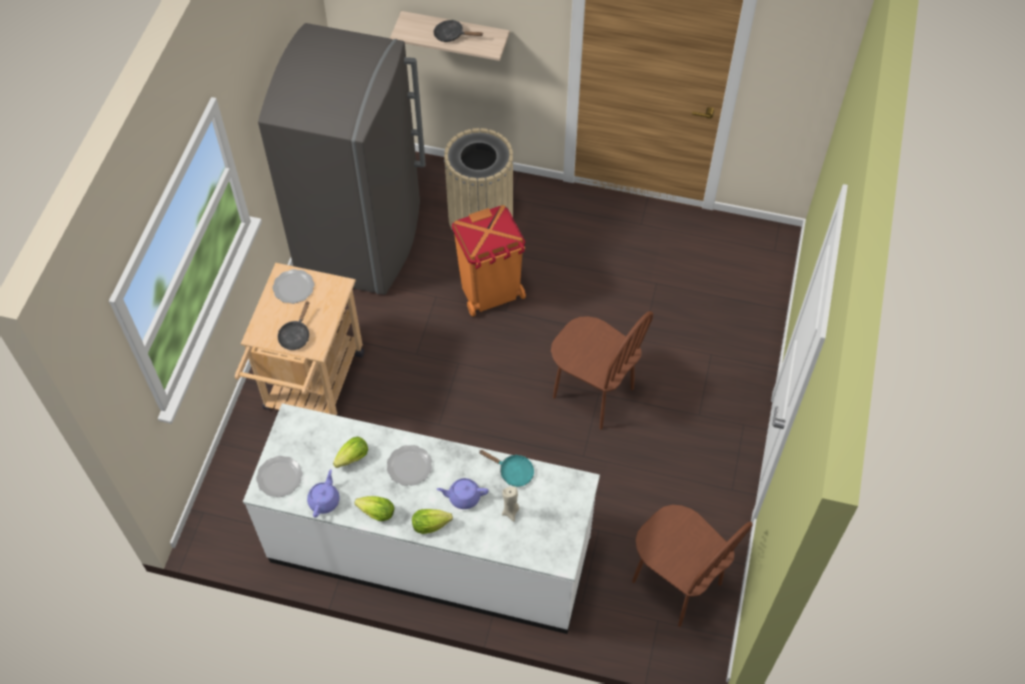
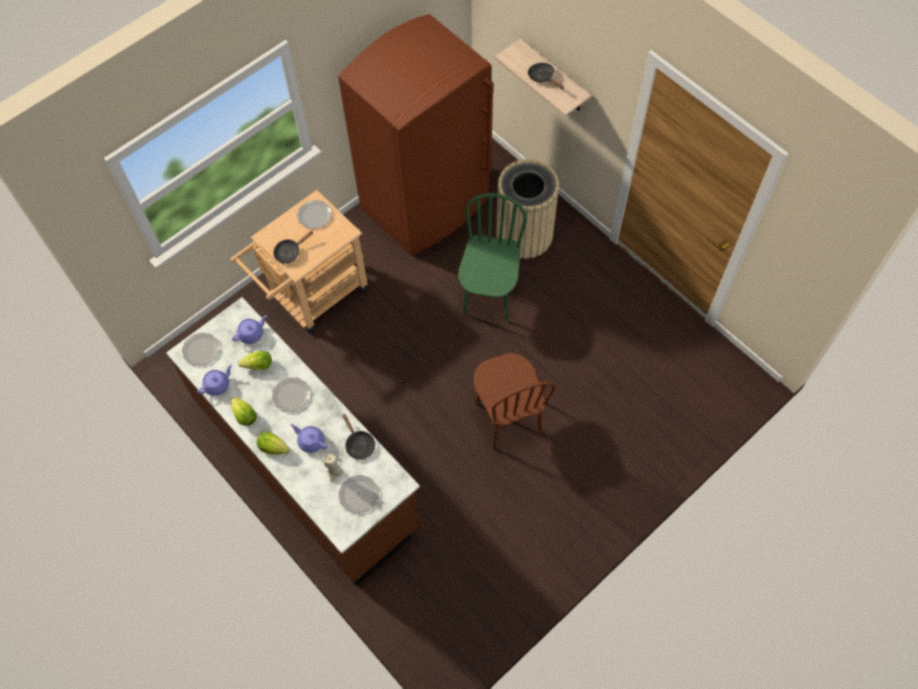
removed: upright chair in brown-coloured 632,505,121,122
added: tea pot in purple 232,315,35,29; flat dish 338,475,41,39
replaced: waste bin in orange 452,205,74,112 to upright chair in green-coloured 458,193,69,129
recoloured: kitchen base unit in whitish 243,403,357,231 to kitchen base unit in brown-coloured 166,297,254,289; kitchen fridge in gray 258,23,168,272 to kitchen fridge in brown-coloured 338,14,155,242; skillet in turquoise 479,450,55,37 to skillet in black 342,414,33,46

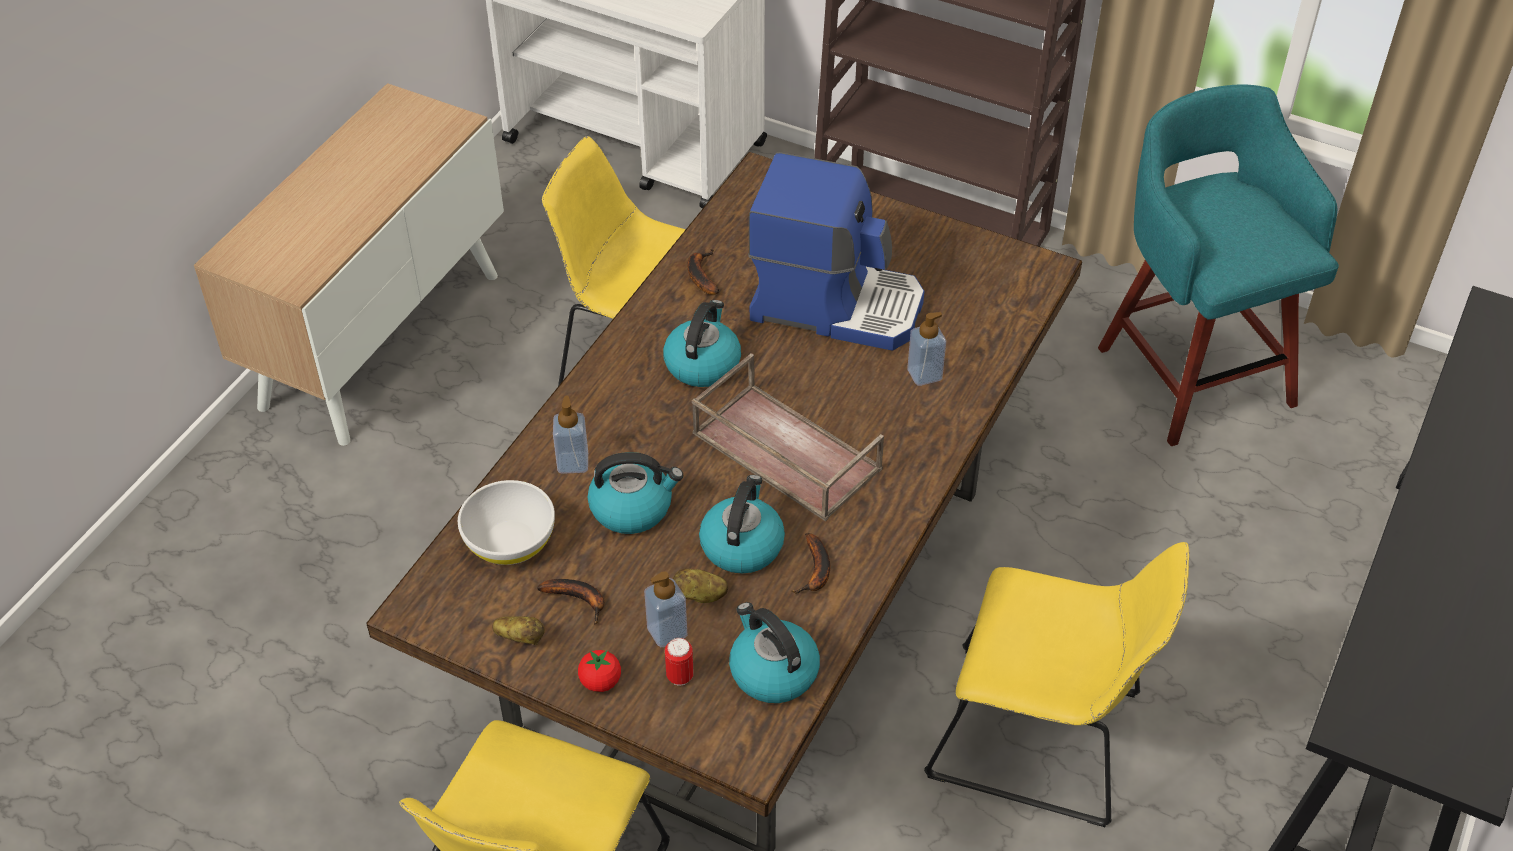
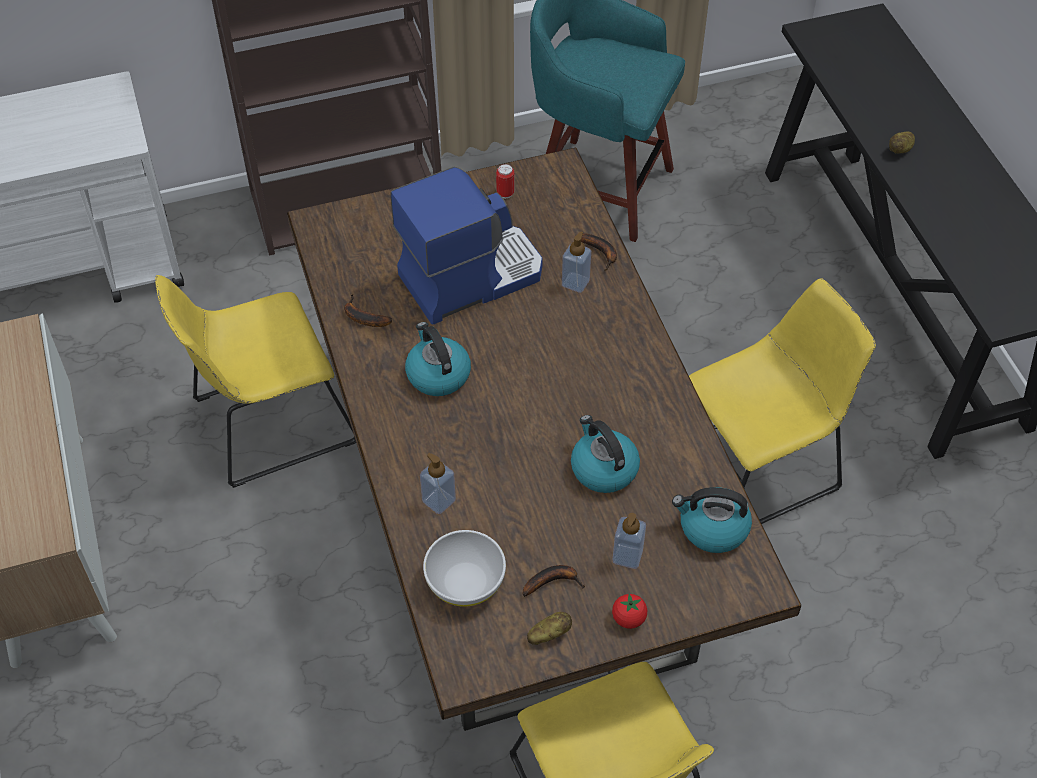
removed: tea kettle 588,452,95,82; tray in brown-coloured 692,353,192,168
moved: can 665,638,29,48 to 496,164,19,34; potato 673,568,55,35 to 889,132,26,22; banana 791,533,39,61 to 581,233,36,38

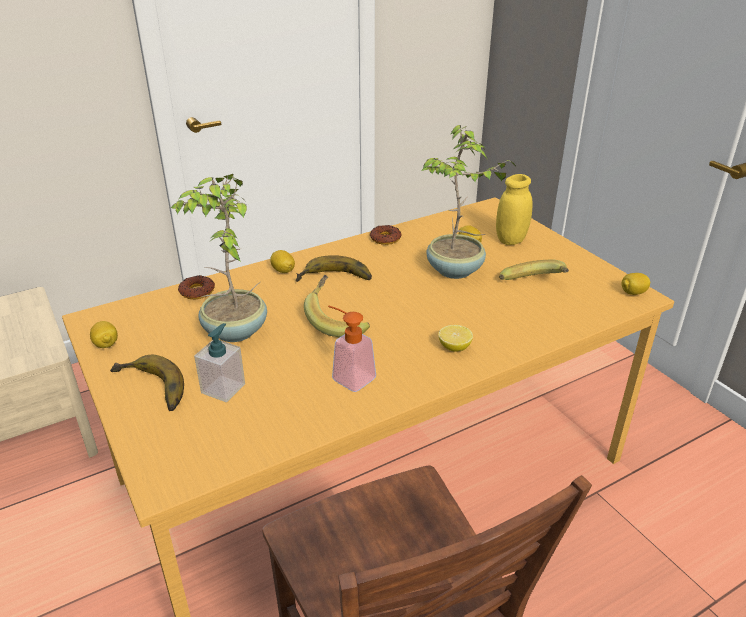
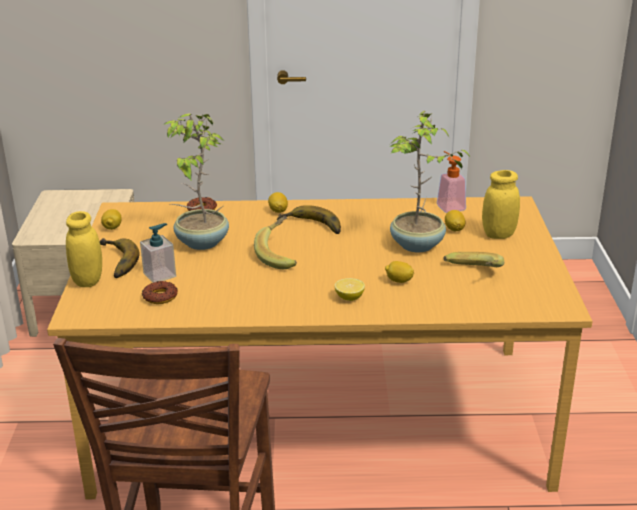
added: storage jar in yellowish 66,211,36,76
moved: liquid soap bottle 328,306,48,86 to 437,151,29,62; donut 370,225,31,20 to 142,281,36,23; citrus fruit 622,273,28,22 to 385,261,29,22

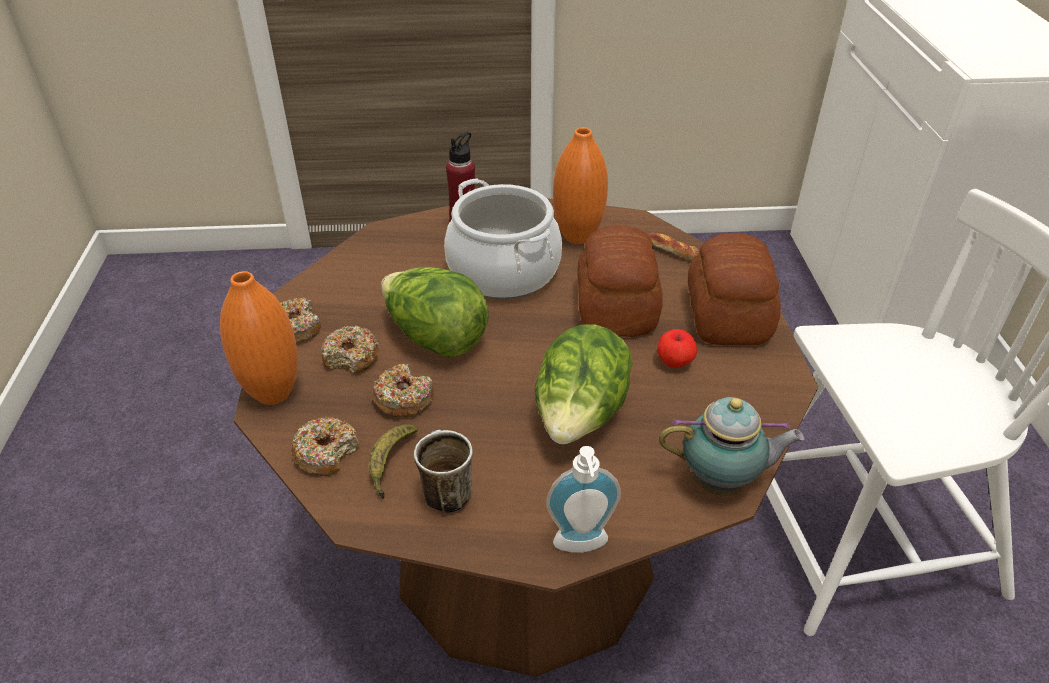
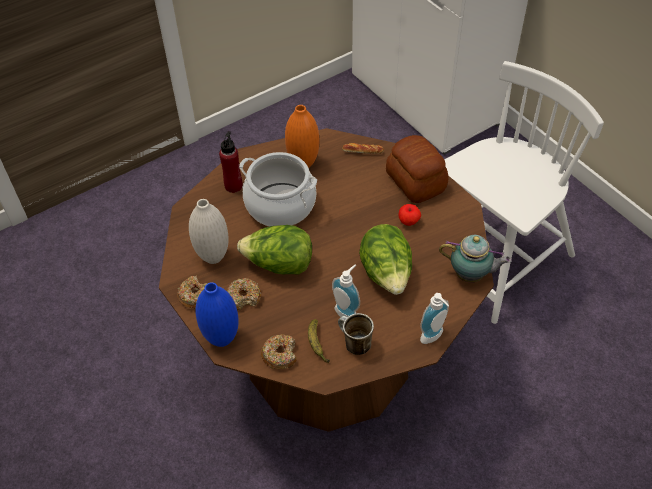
removed: donut 372,364,62,54; baked bread 578,226,84,111
added: flower vase in whitish 189,199,40,65; liquid soap bottle 332,264,28,53
recoloured: flower vase in orange 220,271,78,134 to flower vase in bluish 195,282,44,65
turned: tea pot 659,397,145,98 = 439,235,72,48 45 degrees clockwise

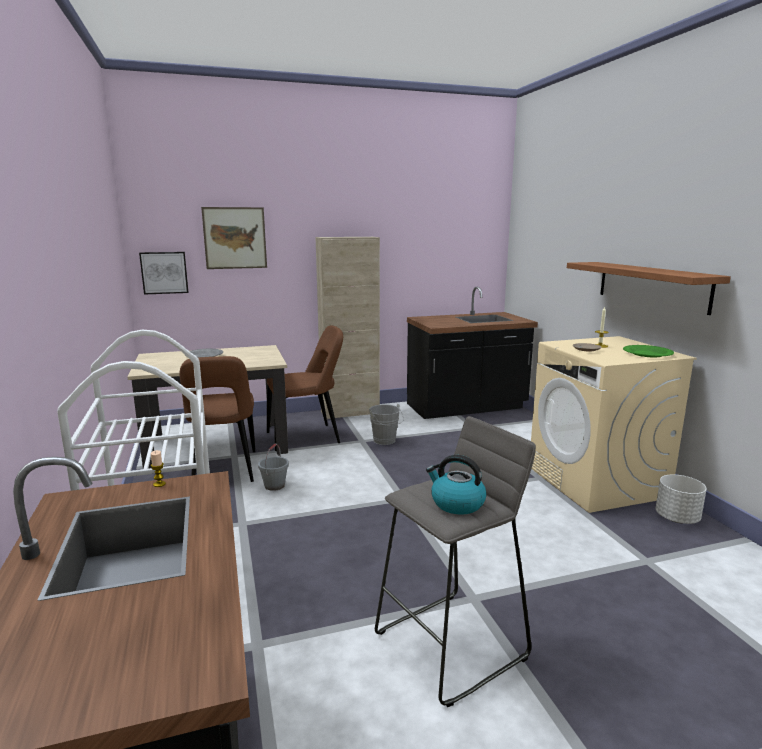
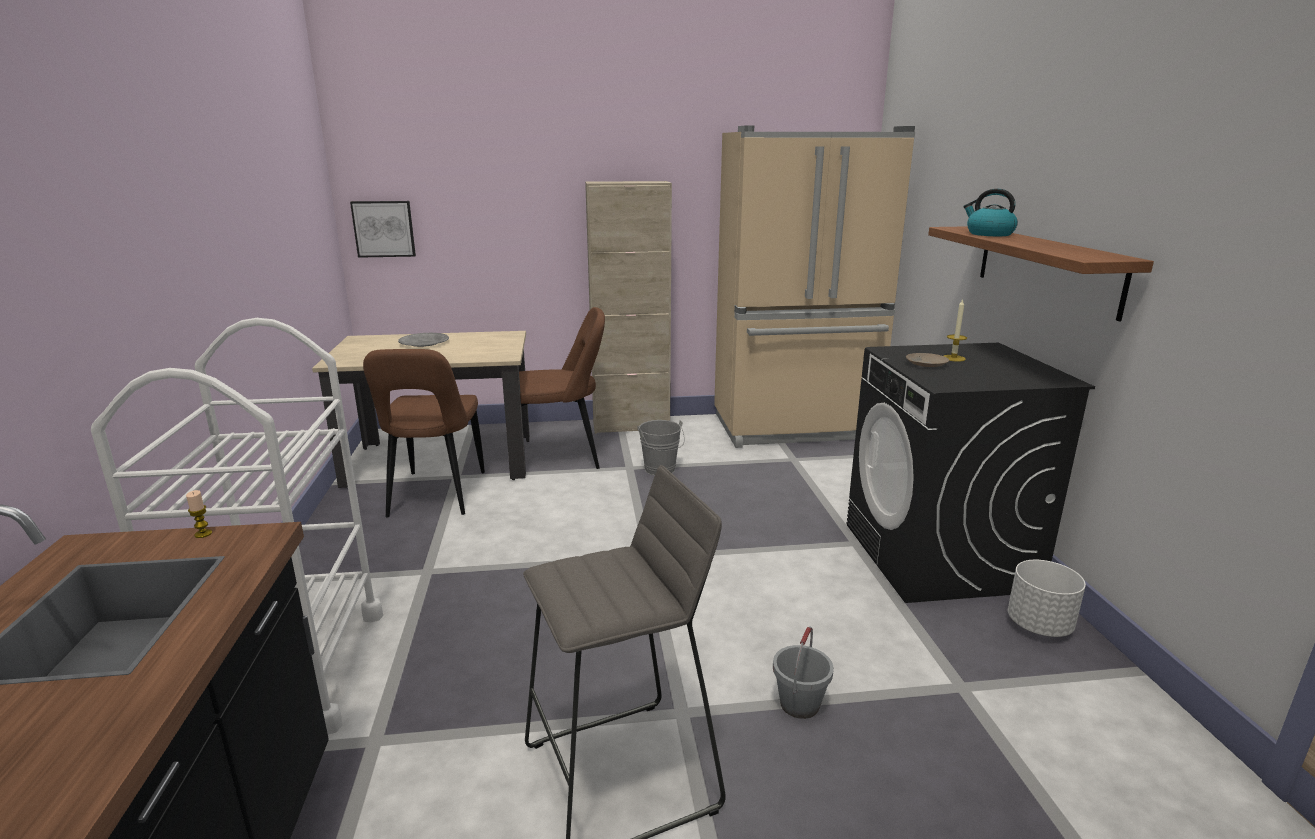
removed: wall picture 201,207,66,62; flat dish in green-coloured 623,345,51,12
moved: water bucket in gray 258,444,31,47 to 773,626,61,93; tea kettle 426,455,61,60 to 963,189,55,47
replaced: kitchen base unit in black 407,287,131,132 to kitchen fridge in beige 714,125,201,323
recoloured: washing machine in beige 531,336,166,177 to washing machine in black 846,343,249,260

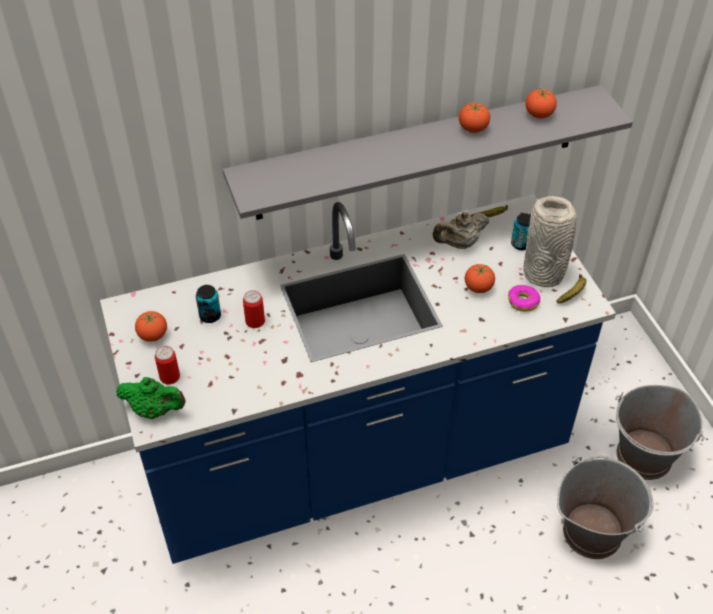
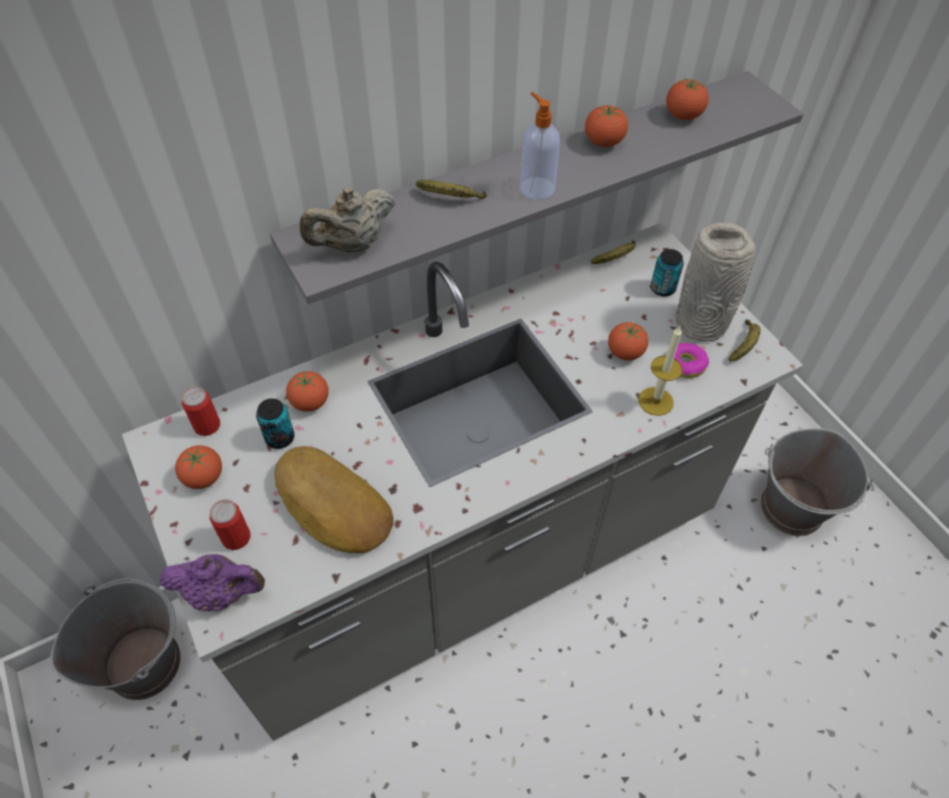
added: baked bread 274,446,119,107; whole tomato 286,371,43,41; banana 416,180,71,19; liquid soap bottle 520,92,40,108; wax light 638,326,44,90
moved: can 243,290,22,38 to 182,386,38,50; tea pot in beige 433,212,56,37 to 300,188,95,64; water bucket in gray 557,456,97,103 to 50,578,131,122
recoloured: kitchen base unit in bluish 100,194,516,370 to kitchen base unit in gray 122,223,681,518; tea pot in green-coloured 116,377,70,42 to tea pot in purple 159,554,106,58

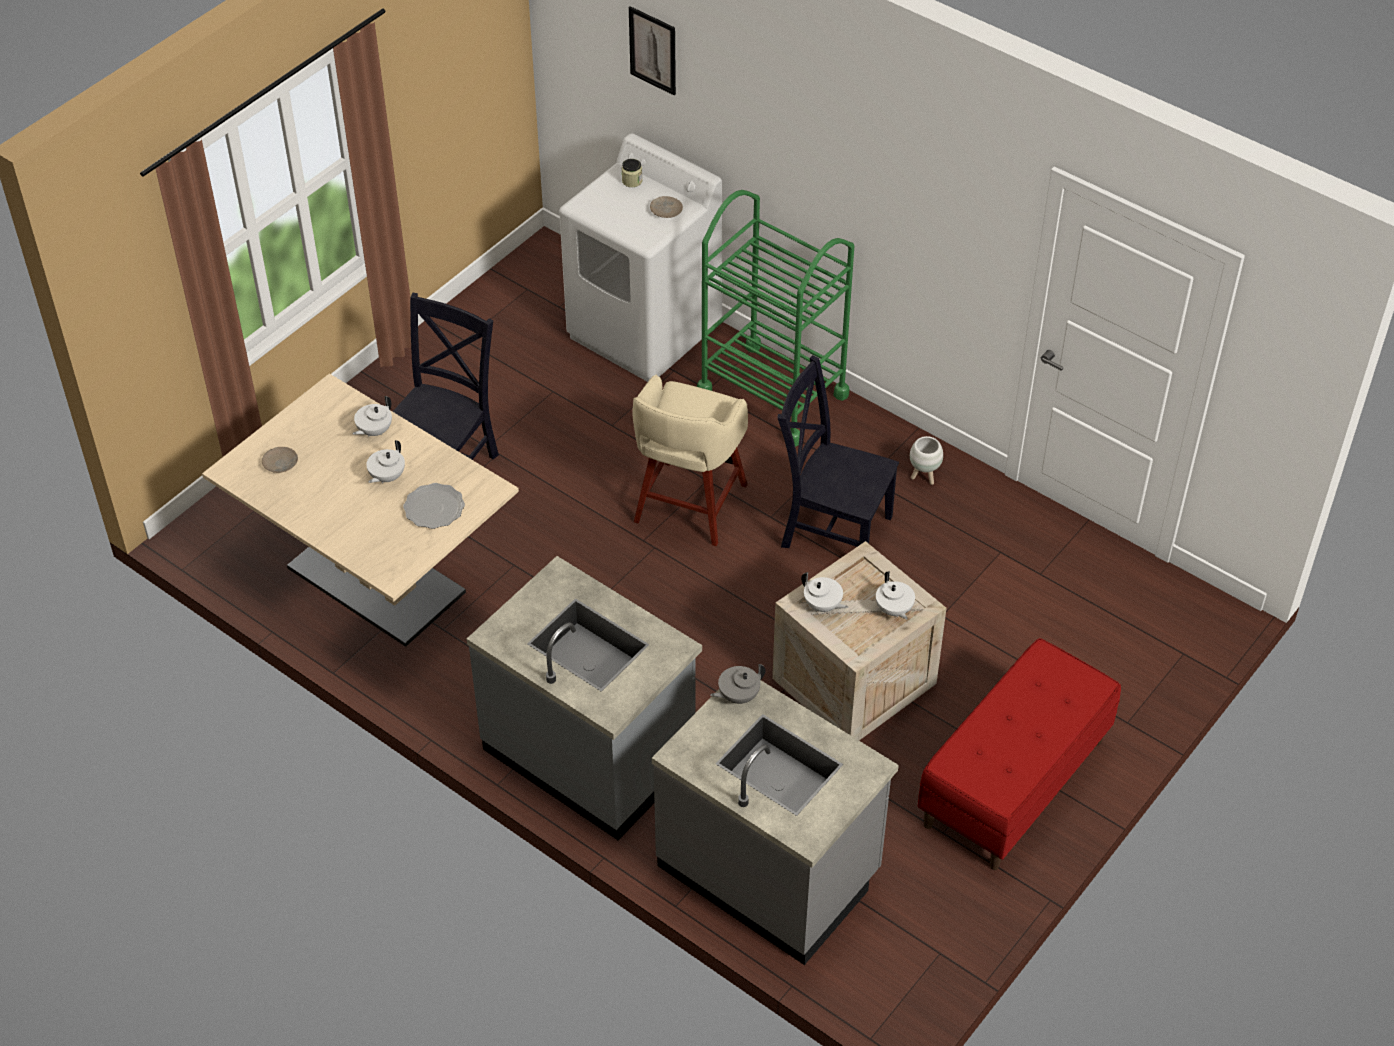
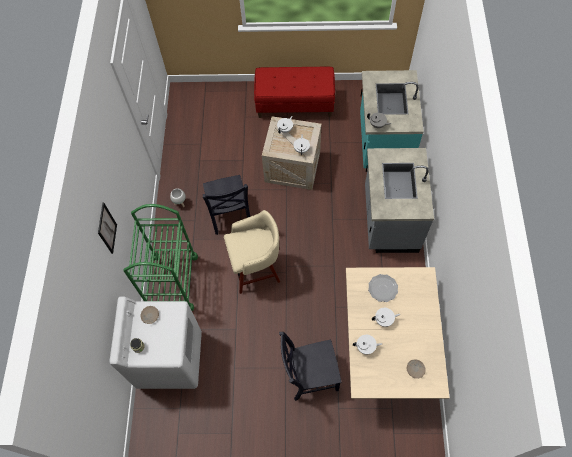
moved: wall picture 629,6,47,89 to 98,203,19,51
recoloured: kitchen base unit in gray 652,680,247,285 to kitchen base unit in turquoise 360,70,64,98

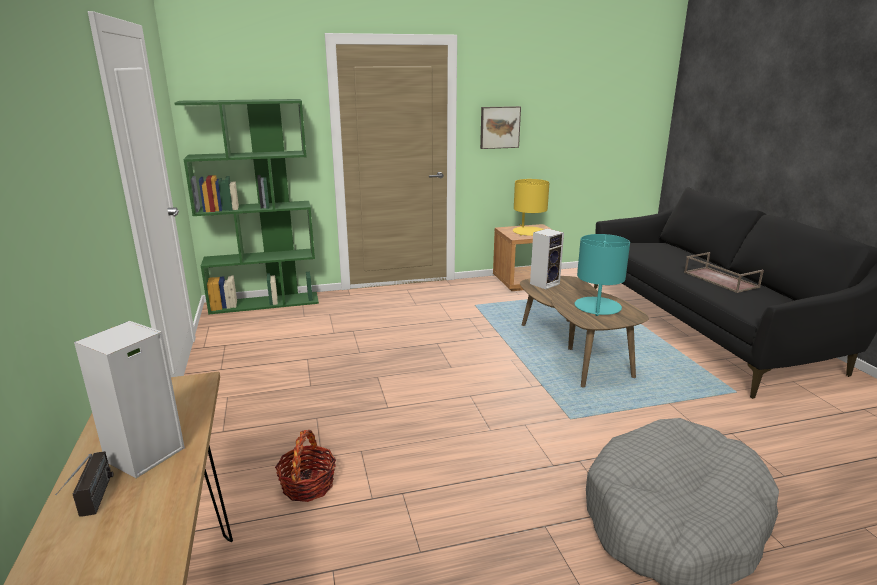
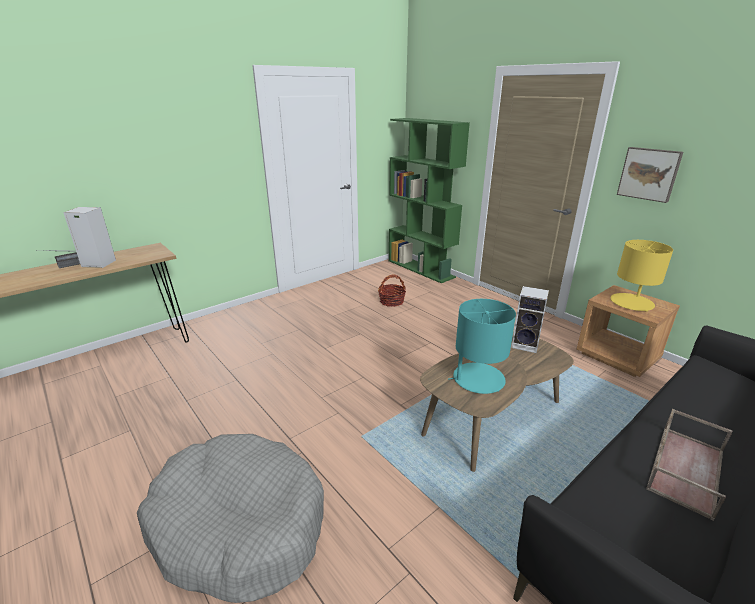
moved: basket 275,430,61,72 to 378,275,28,32

